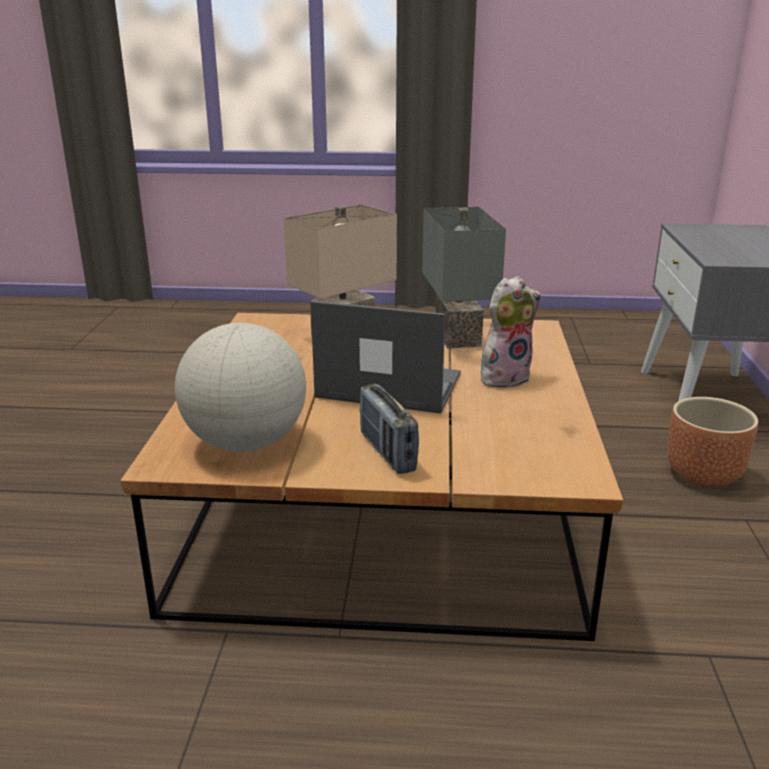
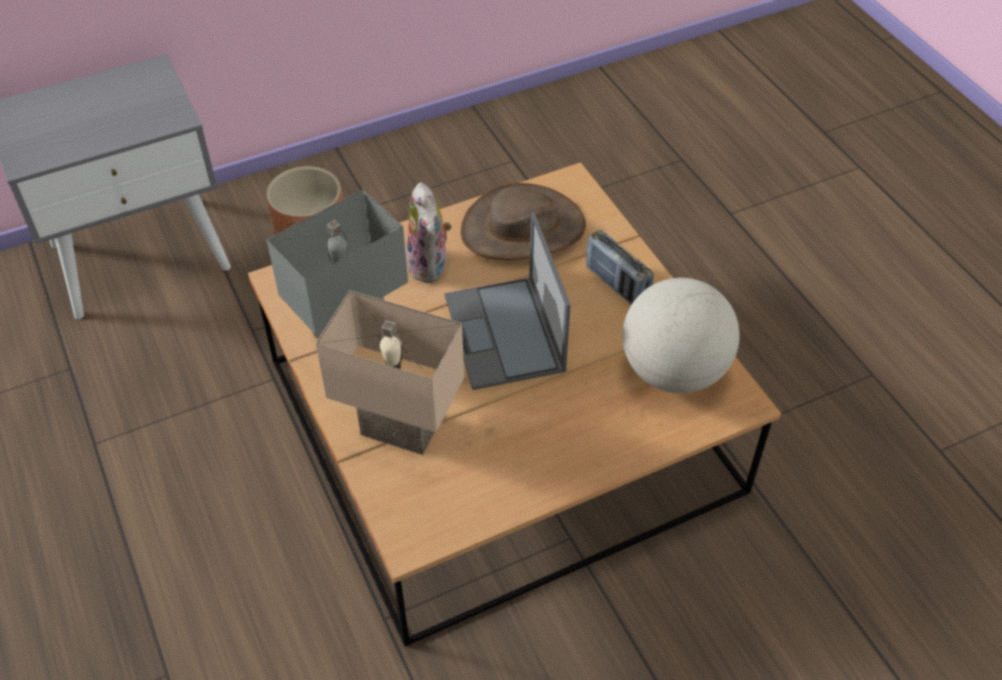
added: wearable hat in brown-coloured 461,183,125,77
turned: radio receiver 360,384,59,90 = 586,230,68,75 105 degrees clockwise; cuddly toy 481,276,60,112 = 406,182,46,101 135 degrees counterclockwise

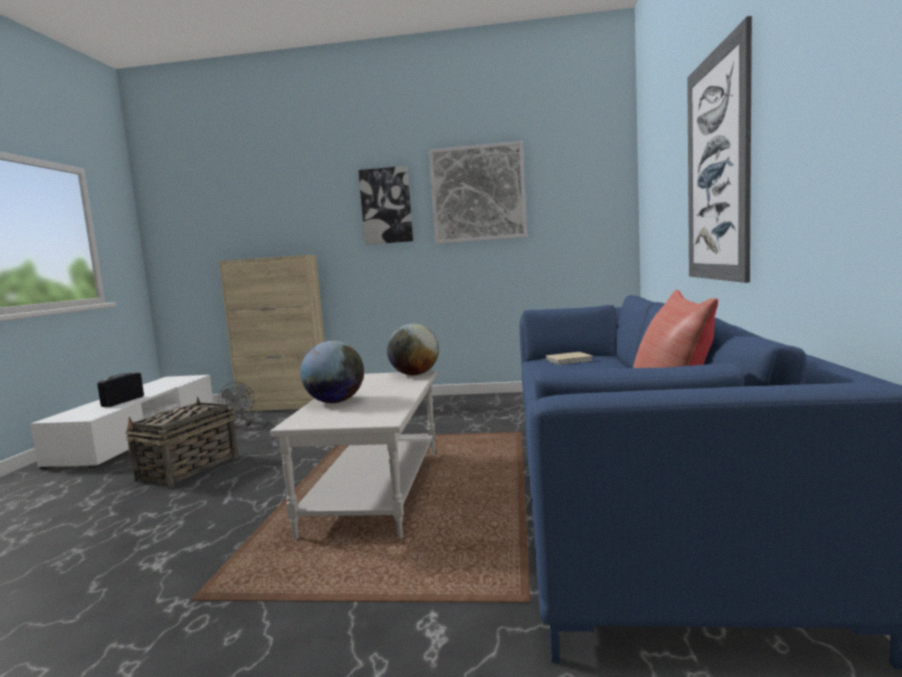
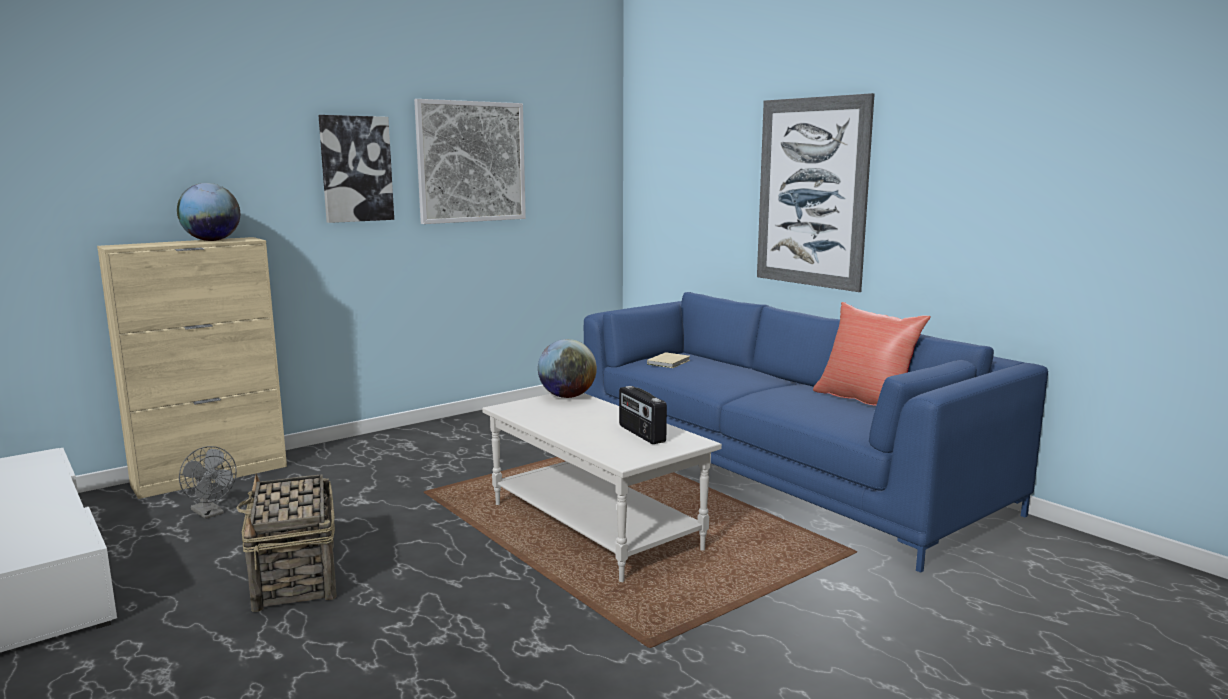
moved: radio receiver 97,372,47,35 to 619,386,48,58; globe 300,341,64,62 to 177,183,63,58

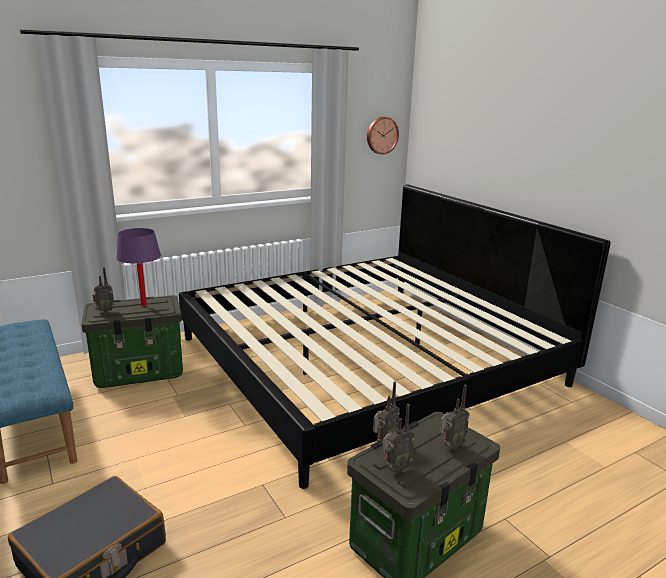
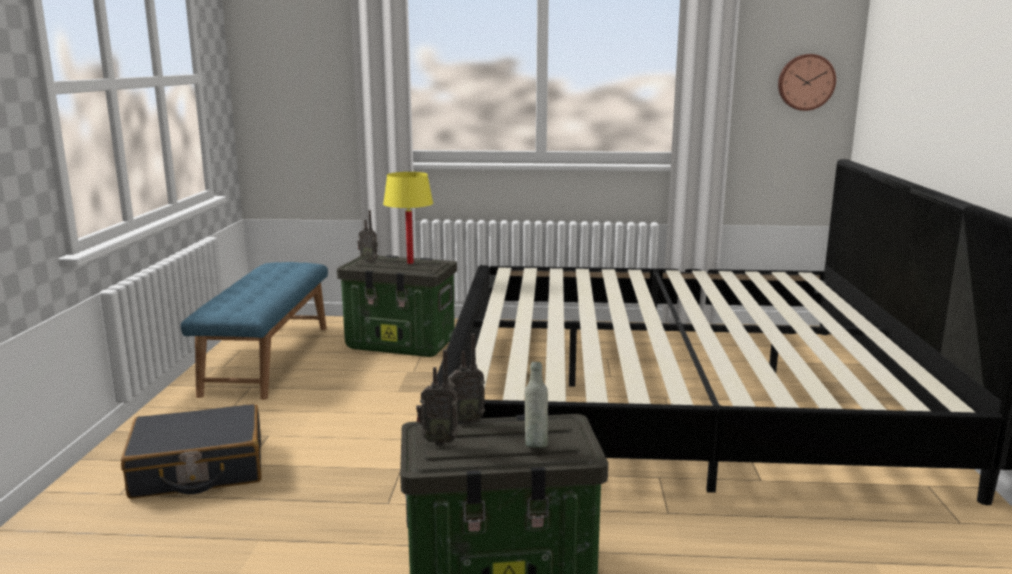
replaced: radio receiver 440,385,30,65 to bottle in gray 525,362,23,86
recoloured: lamp for a table in purple 116,228,45,78 to lamp for a table in yellowish 383,172,50,92

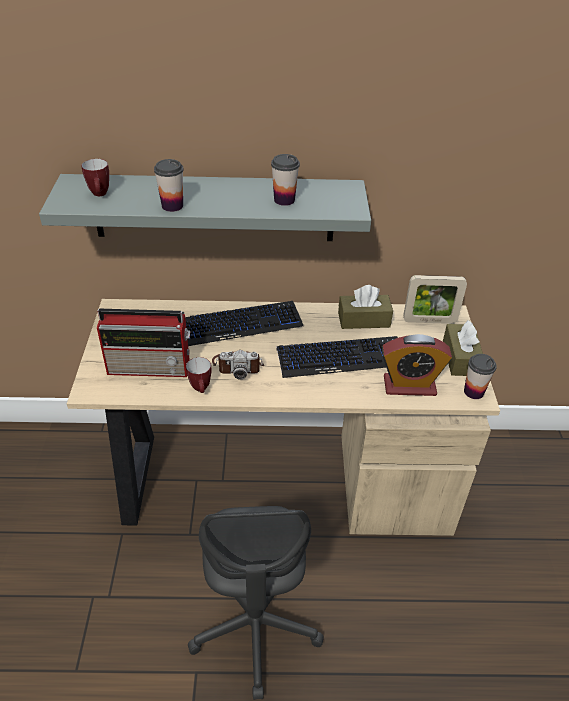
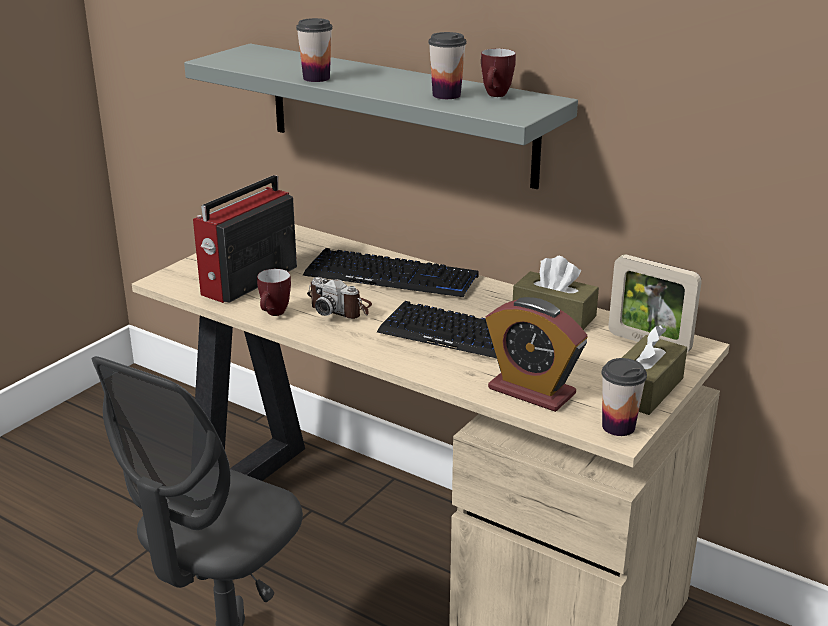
moved: tea mug 81,159,28,37 to 481,49,35,48
turned: radio receiver 97,309,94,68 = 193,175,104,128 90 degrees clockwise

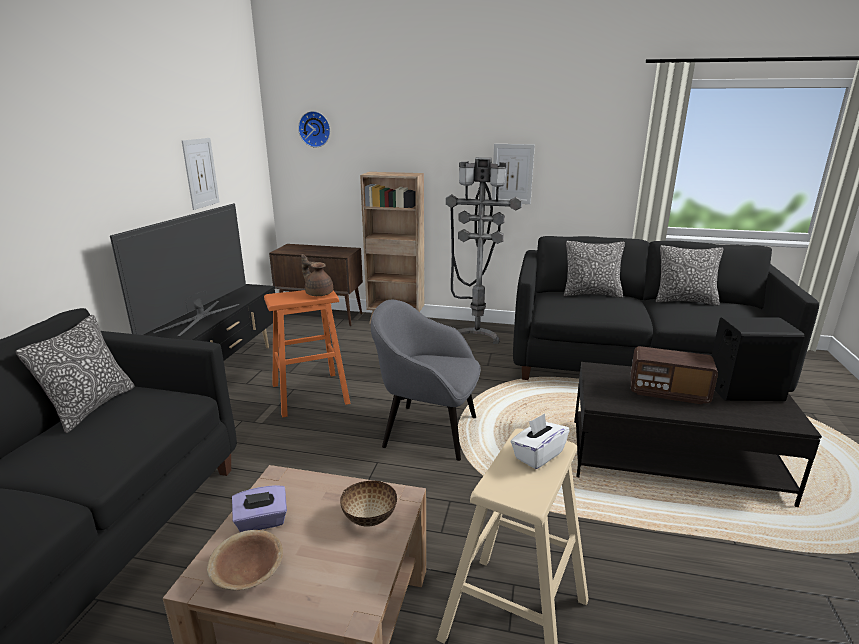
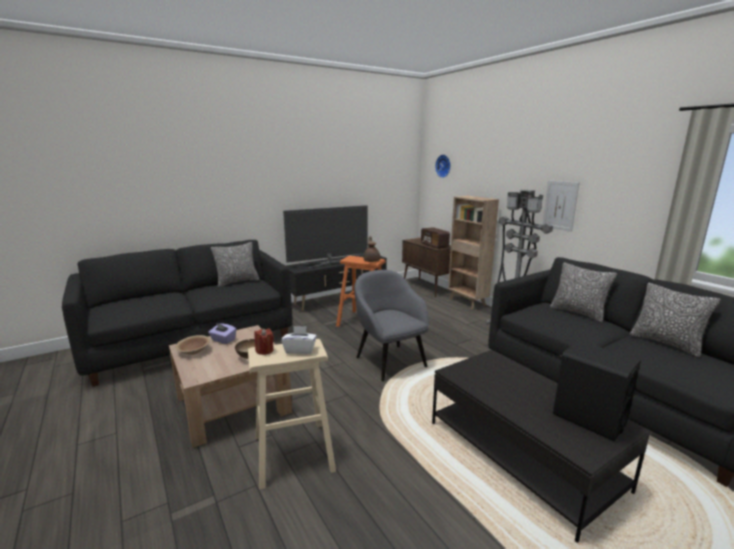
removed: wall picture 182,138,38,72
added: wax light in reddish 254,328,20,27
moved: radio receiver 631,346,87,58 to 421,227,29,22

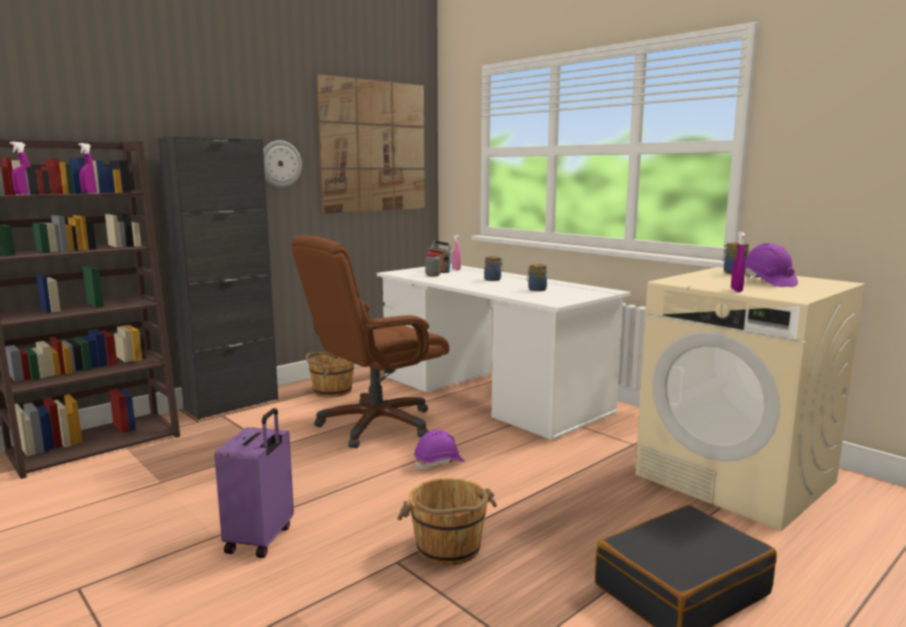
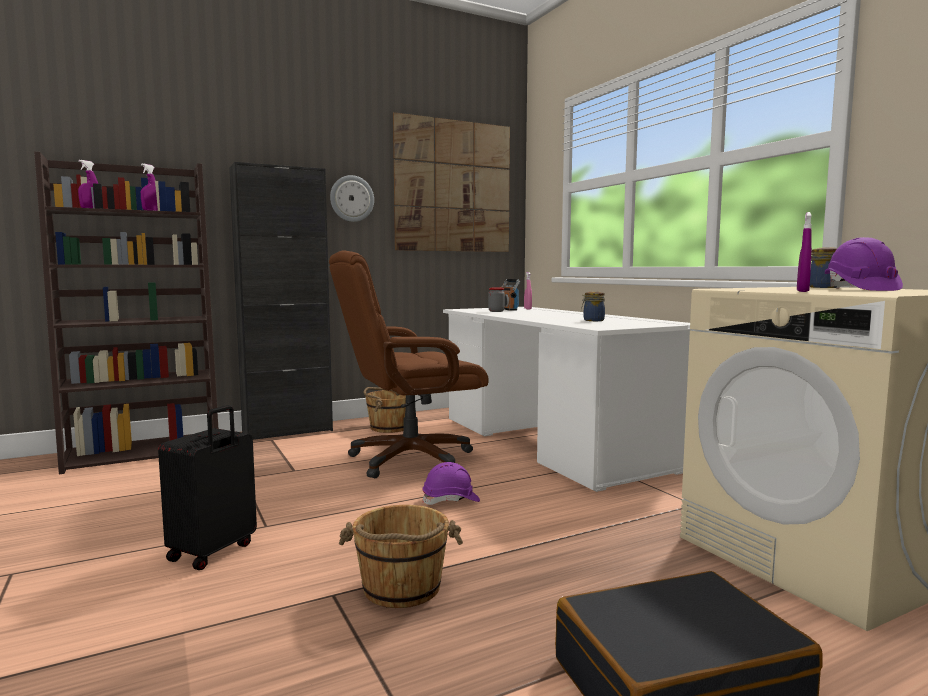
removed: storage jar 484,256,19,25
recoloured: travel case in purple 214,408,80,150 to travel case in black 158,405,99,165

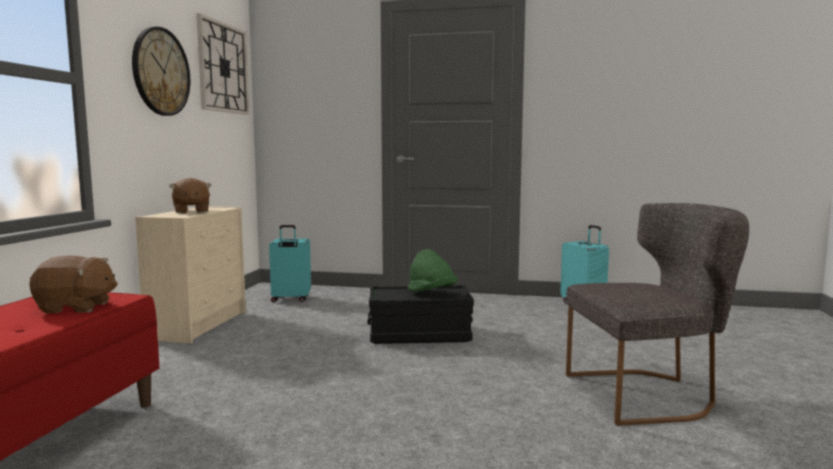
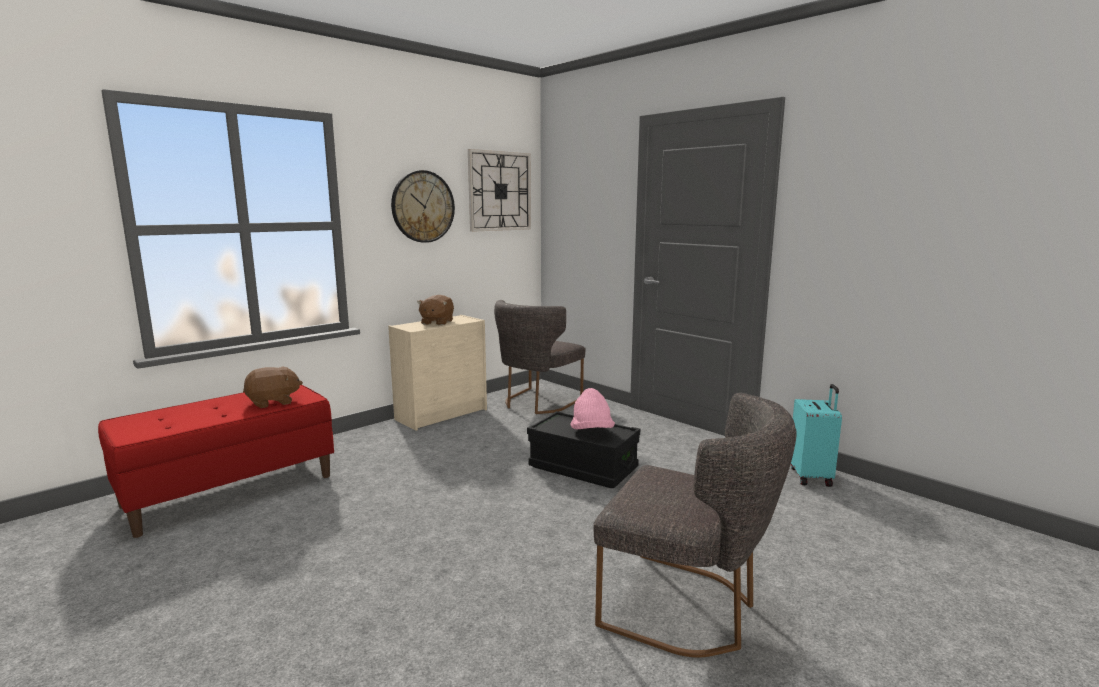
replaced: travel case in turquoise 269,225,42,77 to upright chair in gray 494,300,91,114
recoloured: wearable hat in green-coloured 408,249,50,43 to wearable hat in pink 570,388,45,41
turned: cuddly toy in brown-coloured 30,256,88,57 = 243,366,60,42 60 degrees counterclockwise

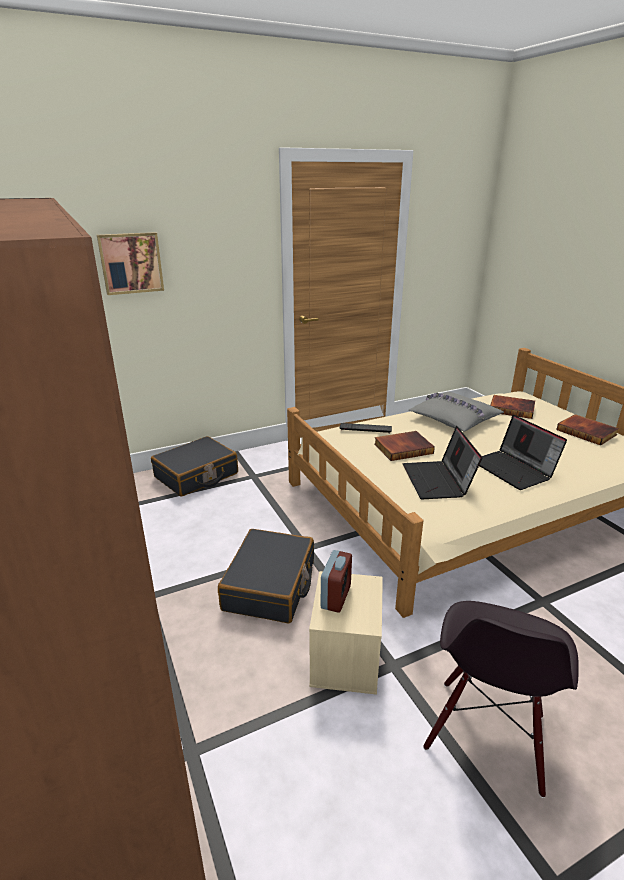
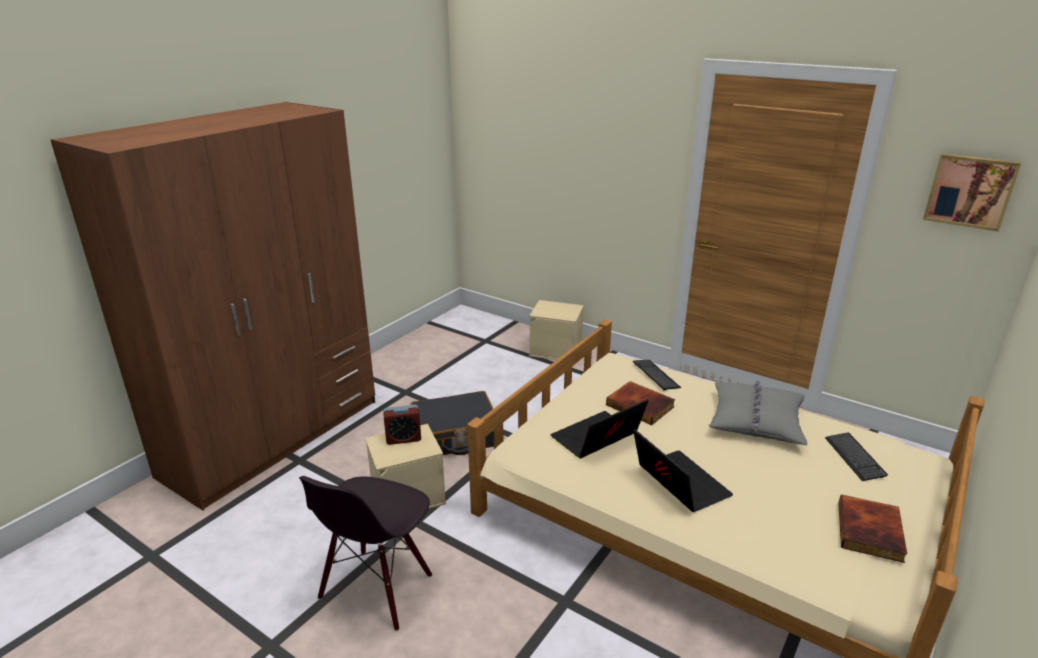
moved: wall picture 97,232,67,63 to 923,153,98,79
replaced: travel case in black 151,436,87,61 to storage box in beige 529,300,55,60; volume 490,395,45,24 to PC keyboard 825,433,63,48
turned: upright chair in black 423,601,156,197 = 299,476,133,155 60 degrees counterclockwise; portable computer 479,415,88,75 = 633,429,100,83 120 degrees clockwise

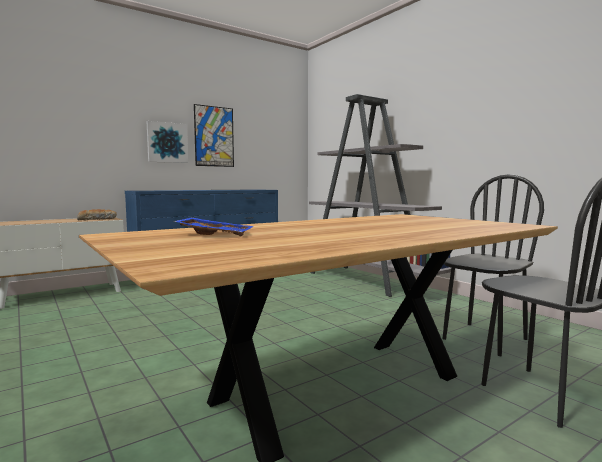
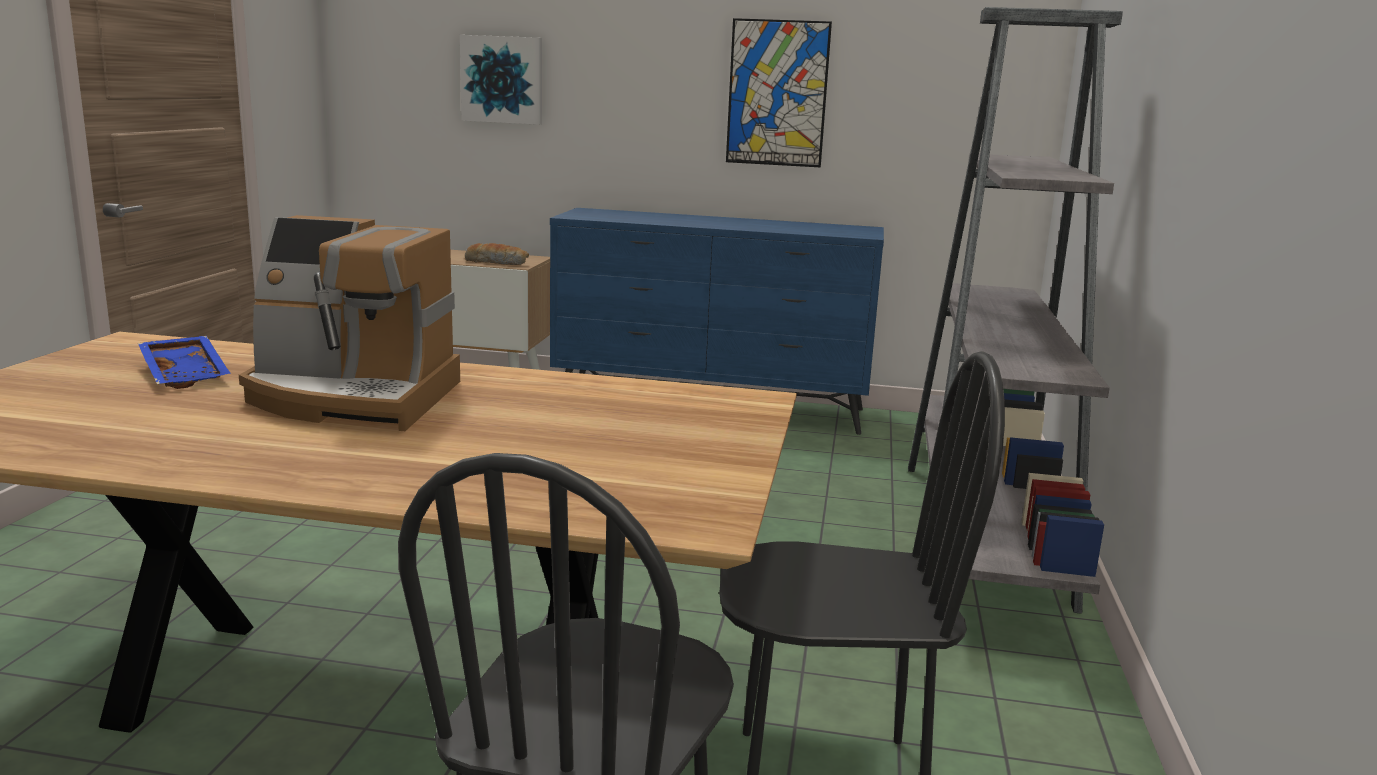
added: coffee machine 239,215,221,216
moved: wall picture 147,121,41,42 to 460,35,82,90

